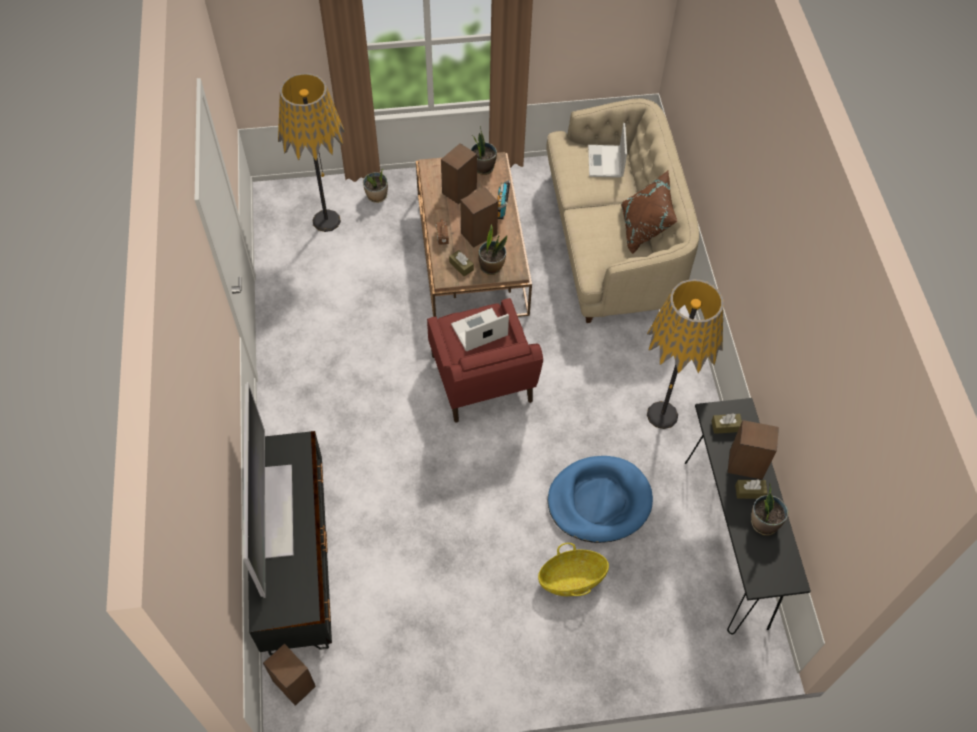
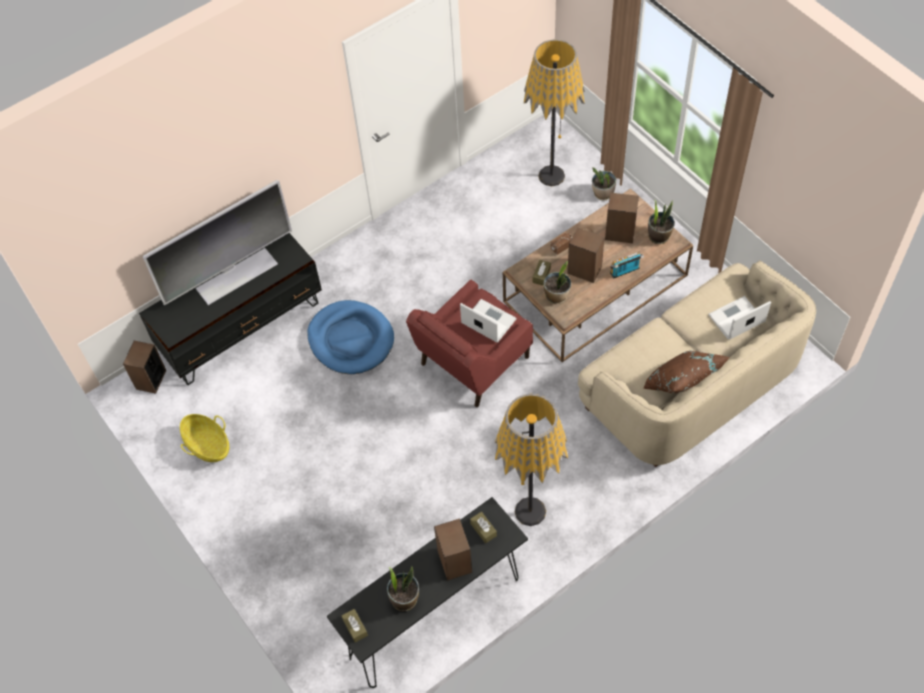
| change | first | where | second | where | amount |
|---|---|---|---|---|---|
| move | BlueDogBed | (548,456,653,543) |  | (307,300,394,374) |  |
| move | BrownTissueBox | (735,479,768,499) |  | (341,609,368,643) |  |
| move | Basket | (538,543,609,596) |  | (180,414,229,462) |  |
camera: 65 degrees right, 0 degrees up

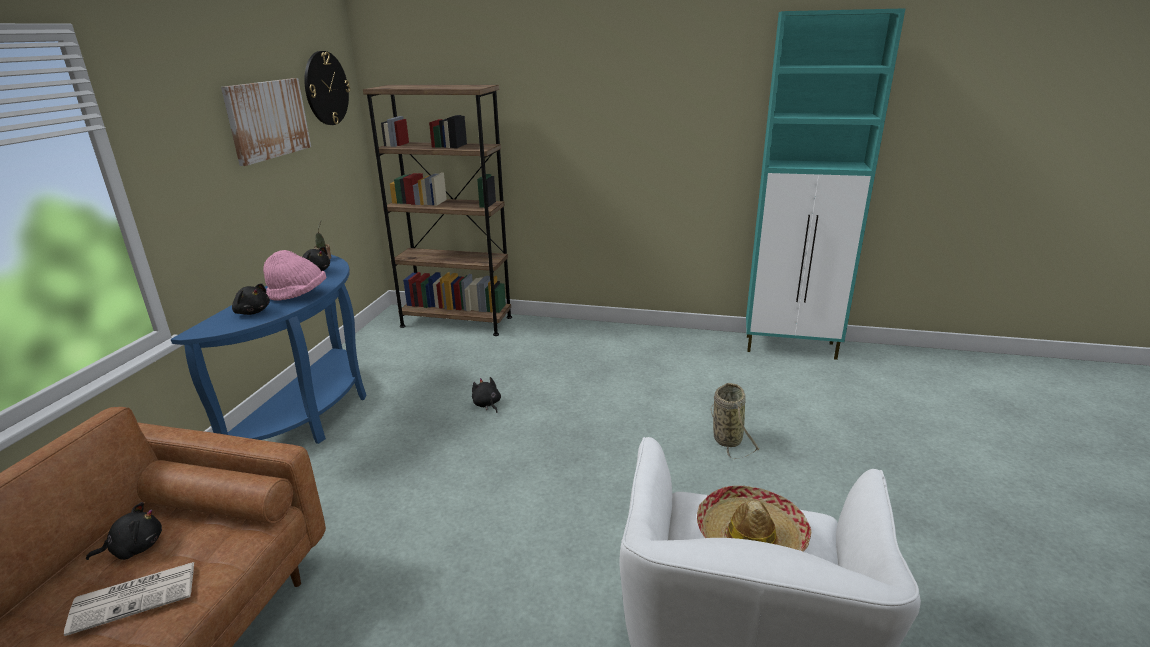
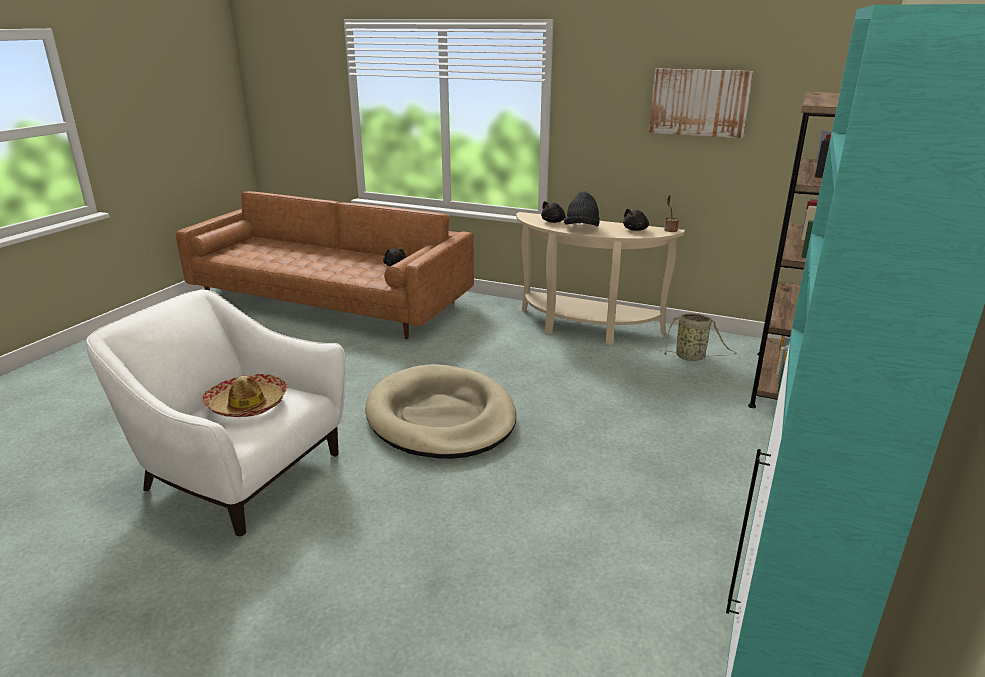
| change | first | where | second | where | amount |
|---|---|---|---|---|---|
| delete | WallClock | (304,51,350,125) |  |  |  |
| recolor | PinkHat | (263,250,326,301) | BlackHat | (564,191,599,226) |  |
| recolor | BlueConsoleTable | (171,255,366,444) | BeigeConsoleTable | (516,212,685,345) |  |
| delete | BlackPlushToy | (472,377,501,413) |  |  |  |
| move | Basket | (710,383,760,459) |  | (662,313,737,361) |  |
| delete | Newspaper | (64,562,194,636) |  |  |  |
| insert |  |  | BeigeDogBed | (365,364,516,459) |  |
camera: 100 degrees right, 0 degrees up

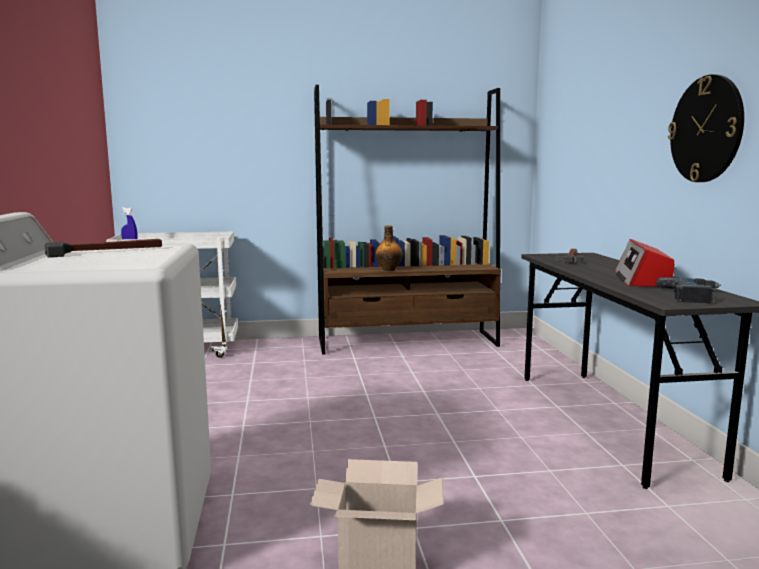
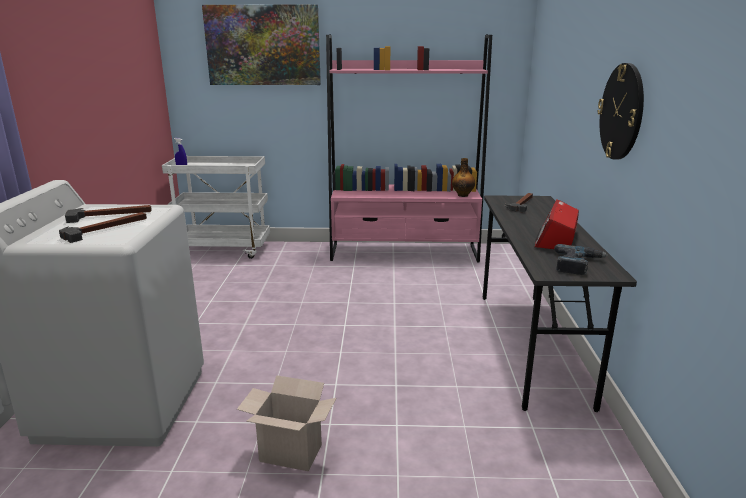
| change | first | where | second | where | amount |
|---|---|---|---|---|---|
| recolor | BrownBookcase | (314,85,501,355) | PinkBookcase | (326,34,492,263) |  |
| move | Bottle | (375,225,403,271) |  | (452,158,475,197) |  |
| insert |  |  | Picture | (202,5,321,85) |  |
| insert |  |  | Hammer | (59,212,147,243) |  |
camera: 10 degrees right, 10 degrees up

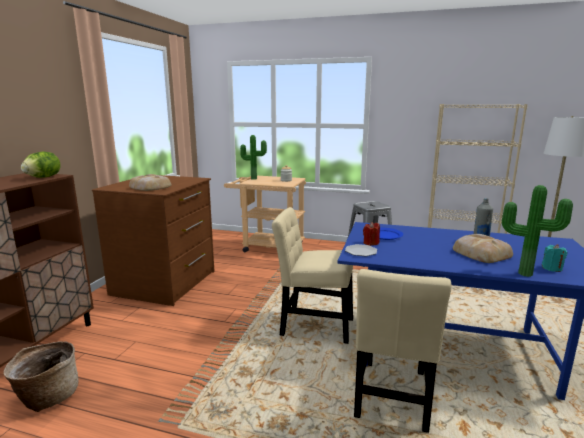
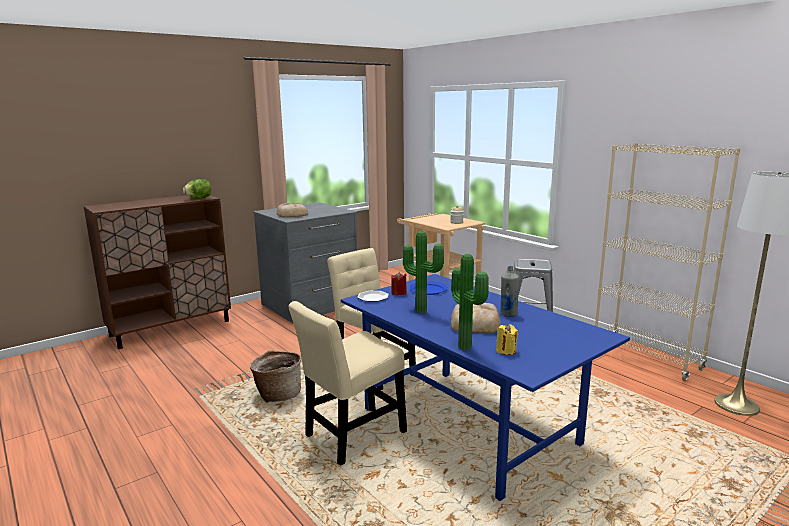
| change | first | where | second | where | amount |
|---|---|---|---|---|---|
| move | PottedPlant | (240,135,267,180) |  | (403,231,444,313) |  |
| recolor | BrownDresser | (92,175,215,306) | GreyDresser | (253,202,357,323) |  |
| recolor | TurquoiseCandle | (541,244,567,272) | YellowCandle | (496,324,518,355) |  |
| move | Basket | (3,341,78,412) |  | (250,350,301,403) |  |
camera: 35 degrees right, 0 degrees up

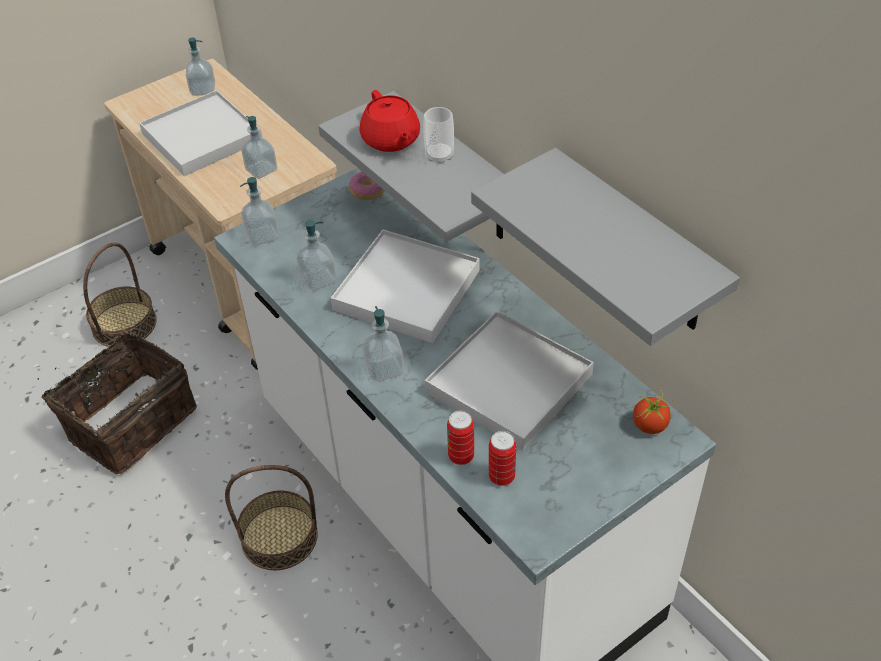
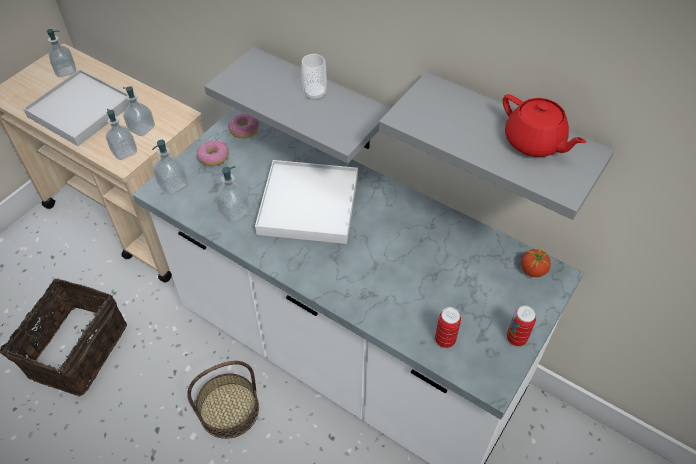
| change | first | where | second | where | amount |
|---|---|---|---|---|---|
| move | RedTeapot | (360,90,420,152) |  | (503,94,586,157) |  |
| delete | Basket | (83,243,157,347) |  |  |  |
| move | SoapDispenser | (363,306,404,381) |  | (106,109,137,160) |  |
| delete | WhiteTray | (425,311,594,450) |  |  |  |
| move | Can | (447,410,474,465) |  | (507,305,536,347) |  |
| insert |  |  | Donut | (197,140,229,166) |  |
camera: 20 degrees left, 5 degrees up

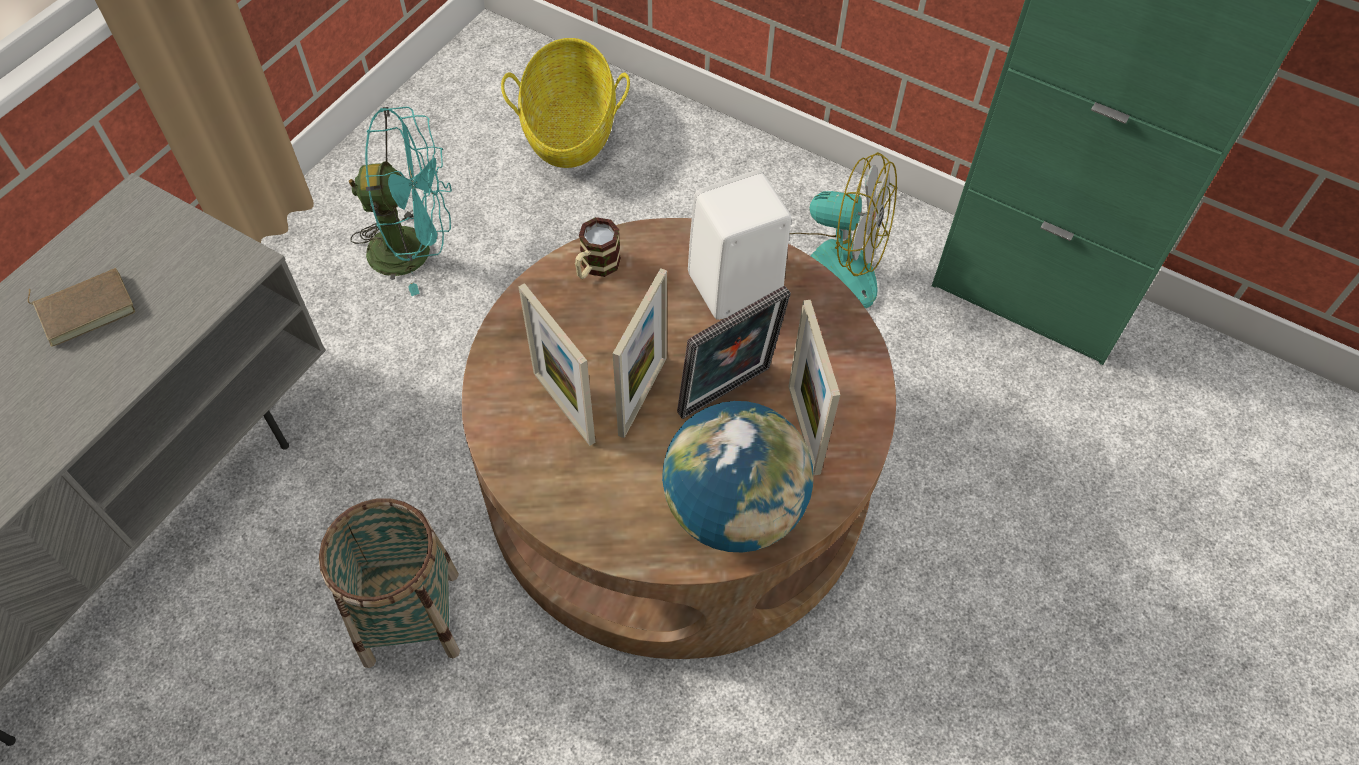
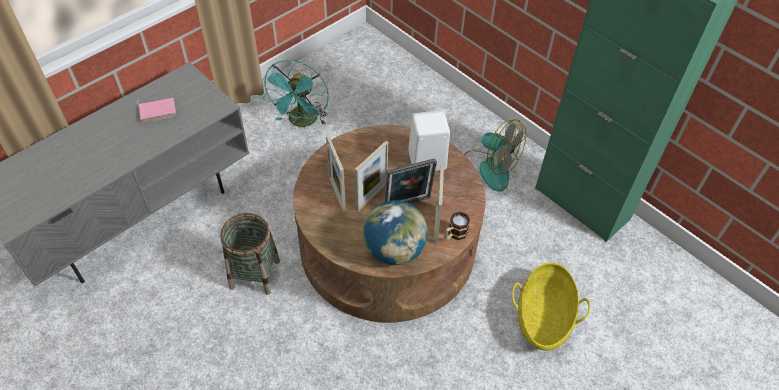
| change | first | where | second | where | amount |
|---|---|---|---|---|---|
| move | Basket | (501,38,630,168) |  | (512,262,590,351) |  |
| rotate | TurquoiseFan | (349,107,452,296) |  | (262,60,329,127) | 90 degrees clockwise |
| move | Mug | (575,217,621,279) |  | (445,212,470,240) |  |
| recolor | BrownBook | (28,268,135,347) | PinkBook | (137,98,176,123) |  |
camera: 15 degrees right, 5 degrees down

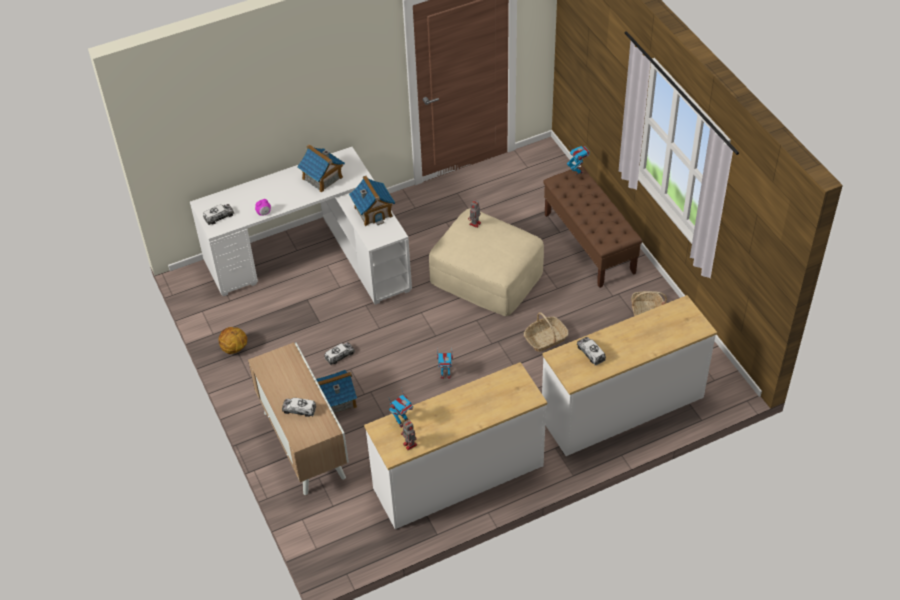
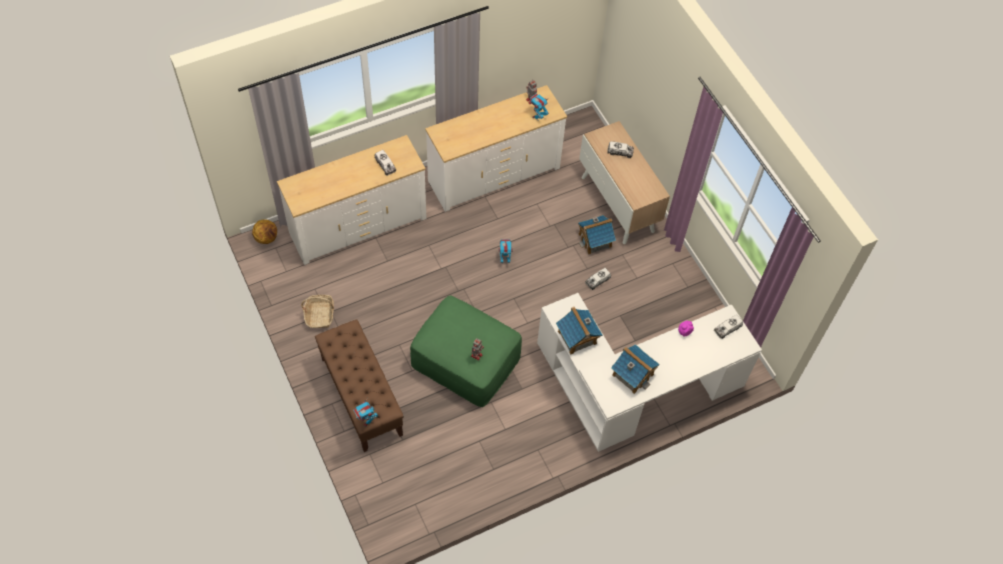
| change | first | where | second | where | amount |
|---|---|---|---|---|---|
| recolor | BeigeOttoman | (429,208,544,316) | GreenOttoman | (410,295,522,407) |  |
| delete | Basket | (524,312,569,352) |  |  |  |
| move | Basketball | (219,327,247,354) |  | (252,219,277,244) |  |
camera: 175 degrees right, 10 degrees up

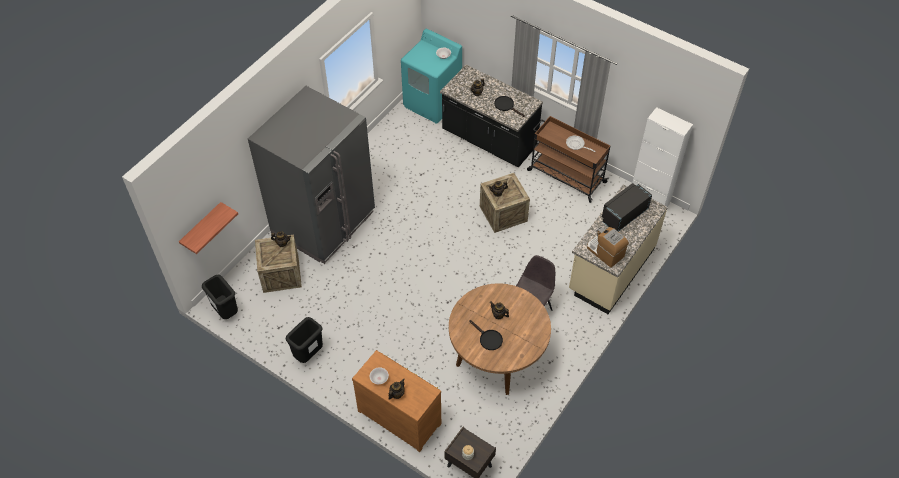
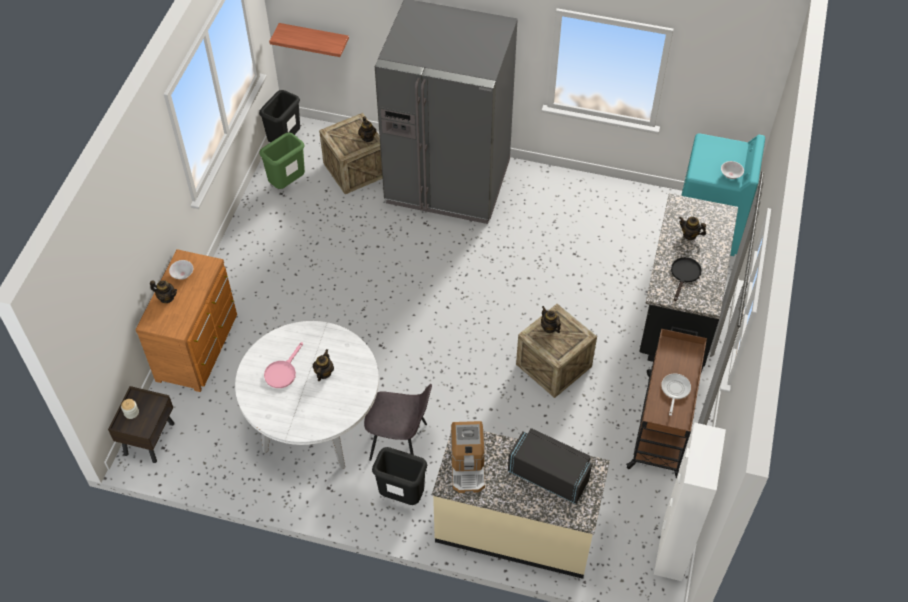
| change | first | where | second | where | amount |
|---|---|---|---|---|---|
| rotate | CoffeeMachine | (587,227,629,268) |  | (451,421,485,493) | 150 degrees clockwise |
| recolor | BrownDiningTable | (449,283,551,395) | WhiteDiningTable | (235,321,379,469) |  |
| move | BlackTrashCan | (286,317,323,363) |  | (372,447,427,505) |  |
| recolor | BlackFryingPan | (470,320,503,350) | PinkFryingPan | (264,342,303,388) |  |
| insert |  |  | GreenTrashCan | (259,132,305,189) |  |
camera: 70 degrees right, 0 degrees up

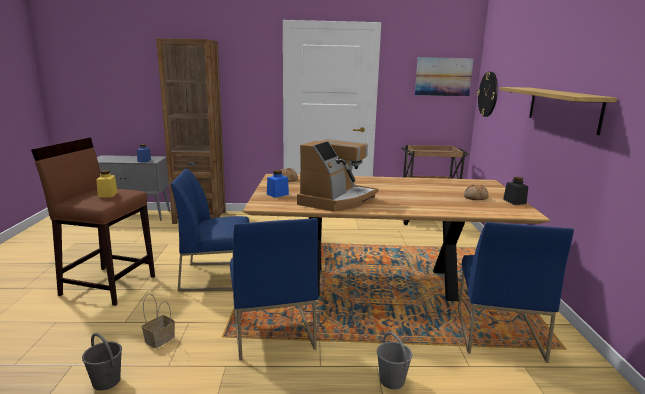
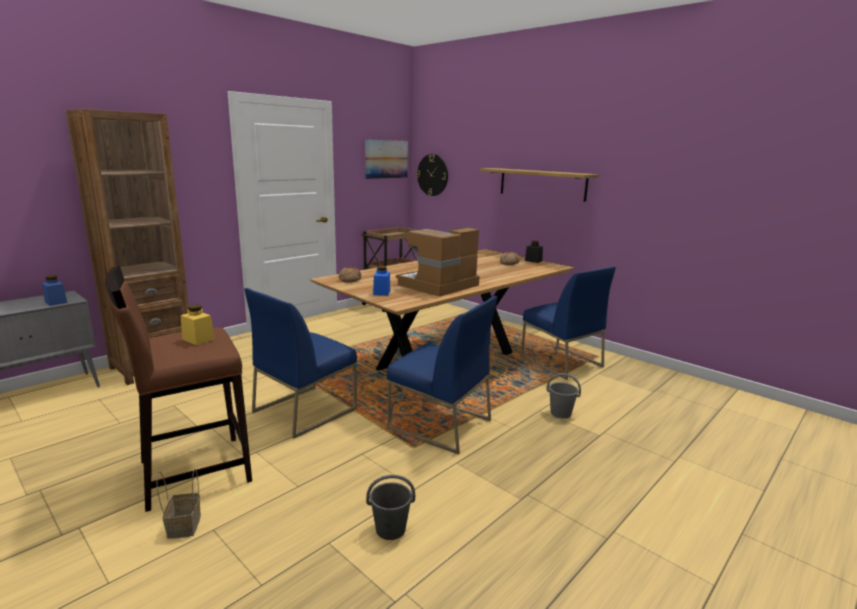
| change | first | where | second | where | amount |
|---|---|---|---|---|---|
| rotate | CoffeeMachine | (297,139,378,212) |  | (396,227,480,297) | 120 degrees counterclockwise |
| move | Basket | (142,294,175,348) |  | (156,469,201,539) |  |
camera: 45 degrees left, 0 degrees up

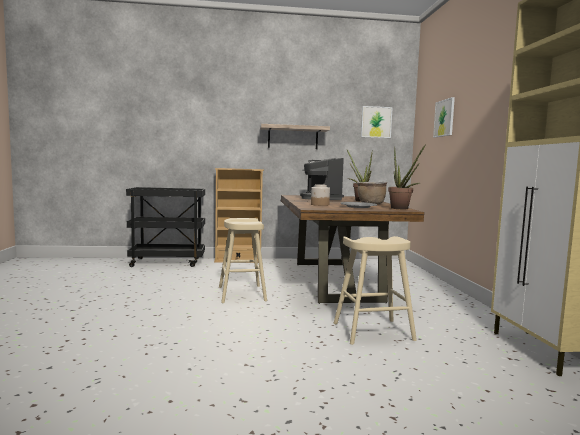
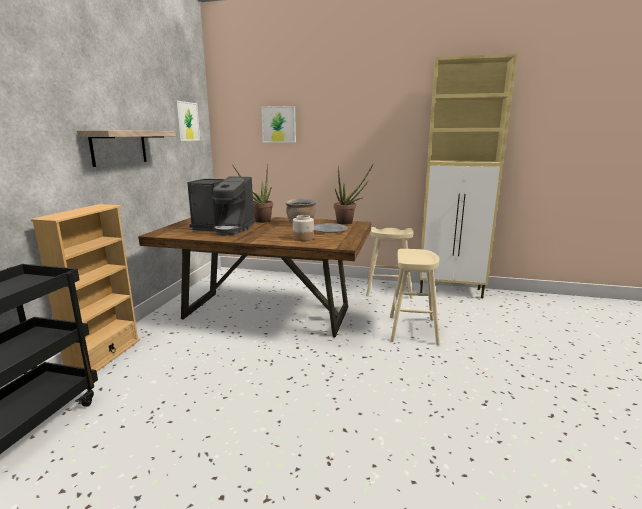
| change | first | where | second | where | amount |
|---|---|---|---|---|---|
| move | BeigeStool | (219,218,267,303) |  | (366,227,413,299) |  |
camera: 70 degrees left, 10 degrees up

